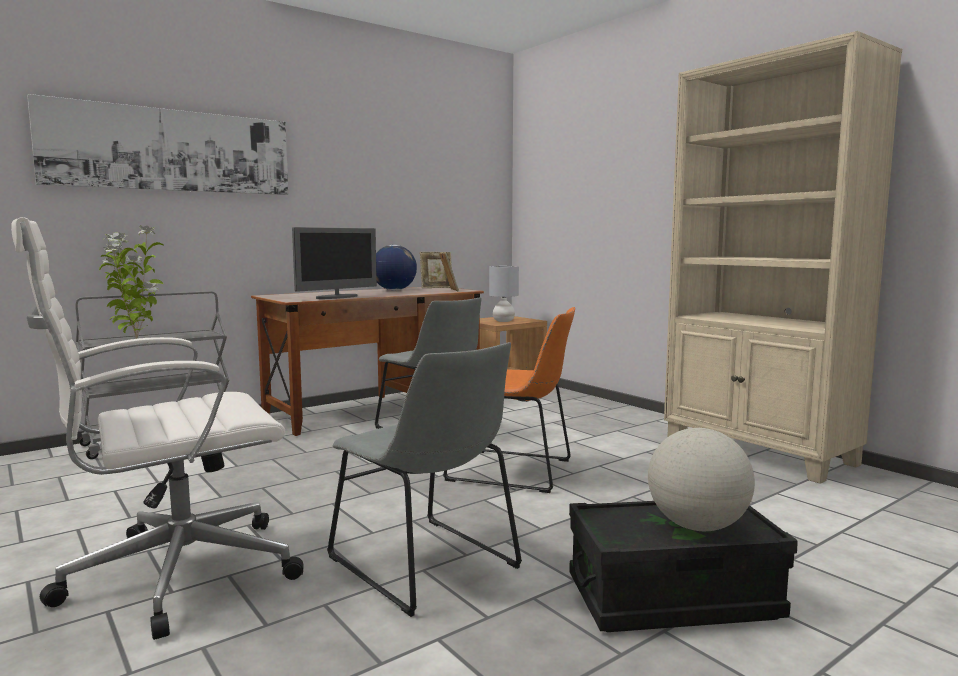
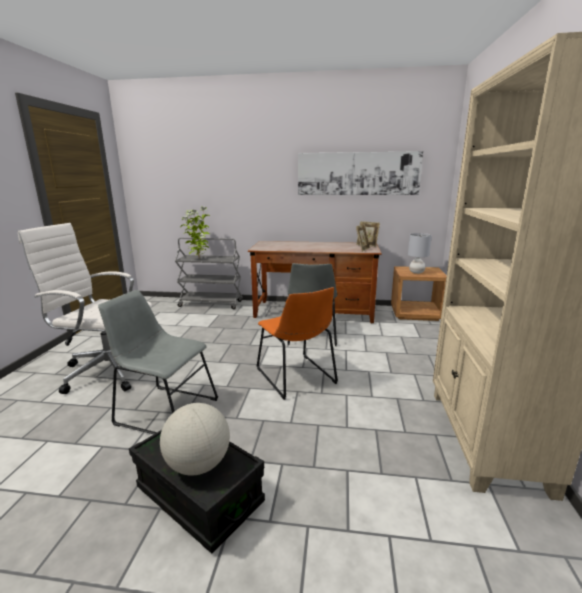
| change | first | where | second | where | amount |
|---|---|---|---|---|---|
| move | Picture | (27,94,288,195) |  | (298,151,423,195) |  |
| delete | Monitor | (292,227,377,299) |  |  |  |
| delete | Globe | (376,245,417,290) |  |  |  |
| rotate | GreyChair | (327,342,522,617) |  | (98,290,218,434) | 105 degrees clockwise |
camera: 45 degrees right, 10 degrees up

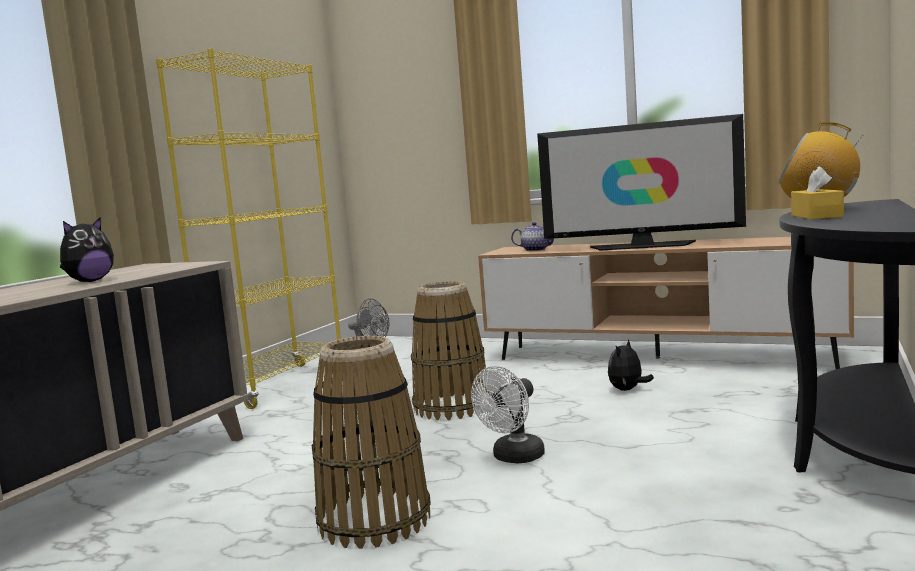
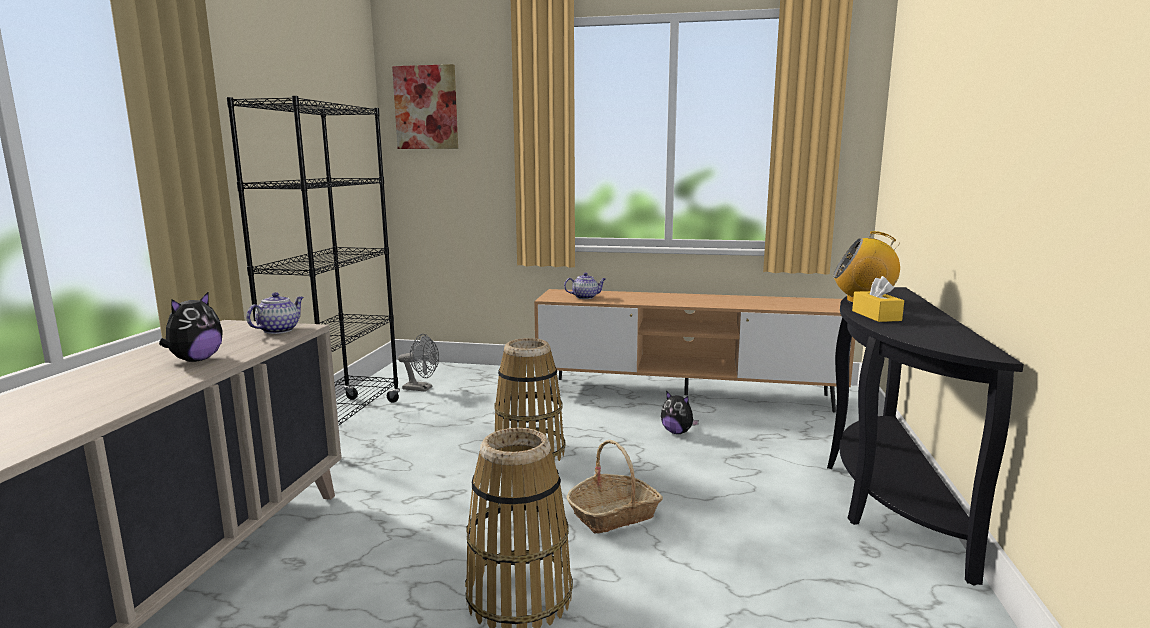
| change | first | where | second | where | amount |
|---|---|---|---|---|---|
| recolor | YellowBookcase | (156,48,341,409) | BlackBookcase | (227,96,400,426) |  |
| delete | Television | (537,114,746,251) |  |  |  |
| rotate | PlushToy | (608,339,654,391) |  | (661,391,699,434) | 75 degrees counterclockwise |
| replace | WhiteFan | (471,366,545,464) | Basket | (567,440,663,534) |  |
| insert |  |  | Picture | (392,64,458,149) |  |
| insert |  |  | Teapot | (246,292,304,334) |  |
camera: 15 degrees left, 5 degrees up

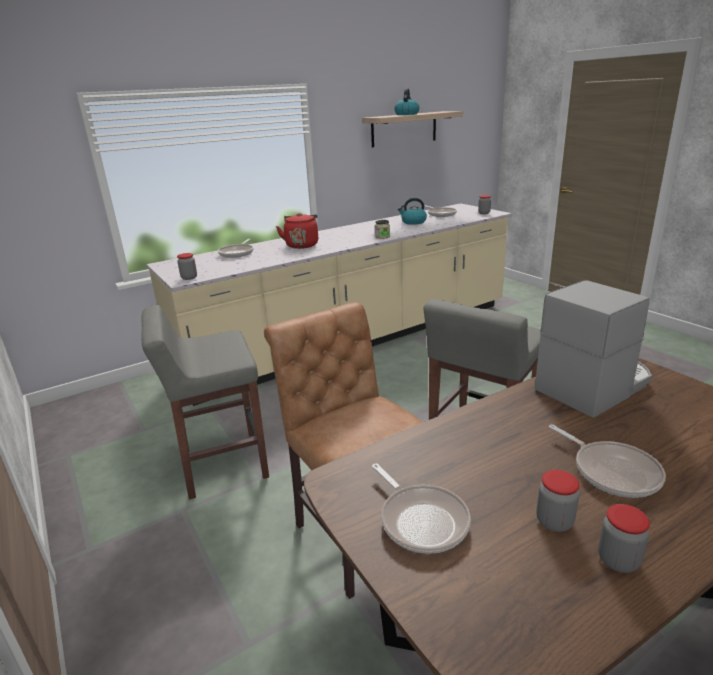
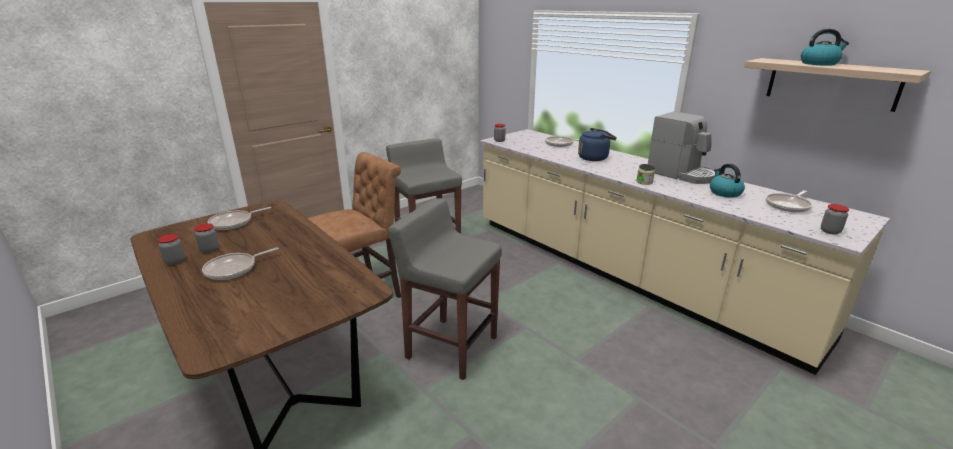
| change | first | where | second | where | amount |
|---|---|---|---|---|---|
| recolor | RedKettle | (276,213,318,249) | BlueKettle | (578,128,617,161) |  |
| move | CoffeeMachine | (535,280,652,418) |  | (648,111,716,184) |  |
camera: 80 degrees right, 0 degrees up

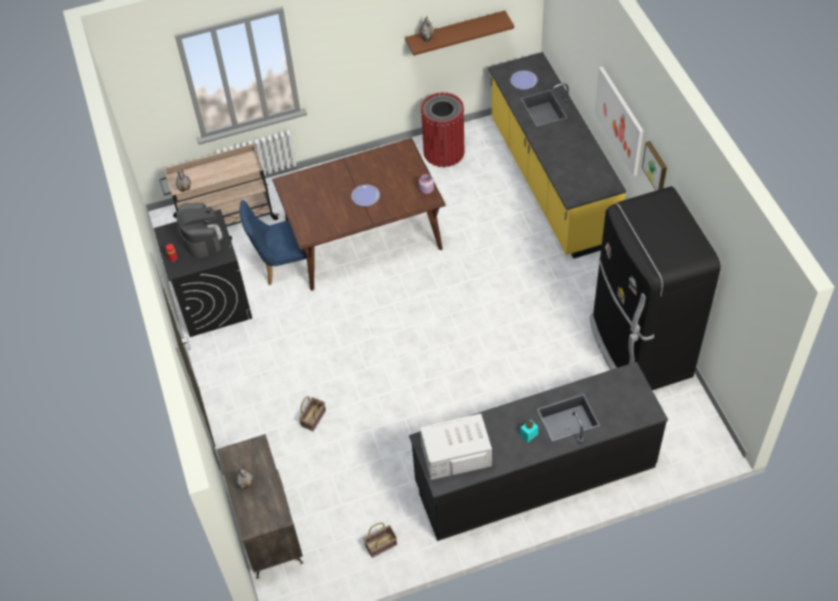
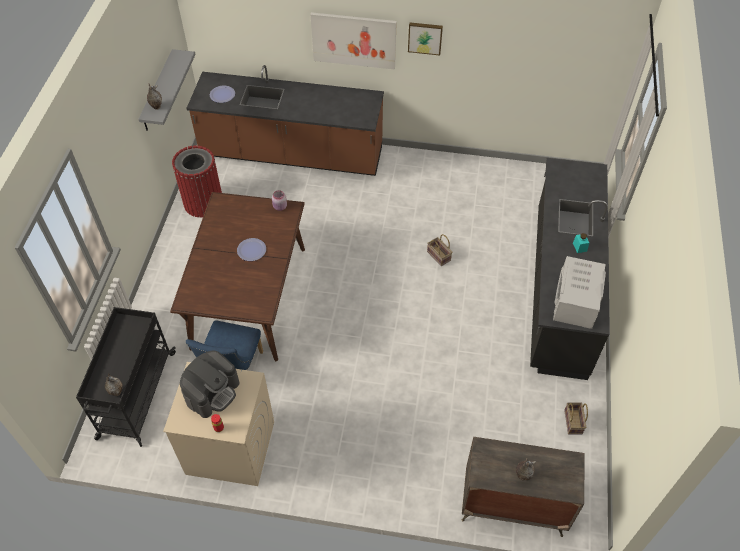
| change | first | where | second | where | amount |
|---|---|---|---|---|---|
| recolor | BrownShelf | (405,11,514,56) | GreyShelf | (138,49,196,131) |  |
| recolor | YellowCounter | (488,52,626,259) | BrownCounter | (187,65,384,176) |  |
| recolor | BeigeCart | (159,143,279,227) | BlackCart | (76,307,176,447) |  |
| delete | BlackFridge | (590,186,721,390) |  |  |  |
| rotate | CoffeeMachine | (176,203,223,258) |  | (180,351,240,418) | 120 degrees clockwise |
| recolor | BlackWashingMachine | (154,209,252,337) | BeigeWashingMachine | (163,362,274,486) |  |
| move | Basket | (299,396,326,431) |  | (427,234,452,266) |  |
camera: 65 degrees left, 0 degrees up

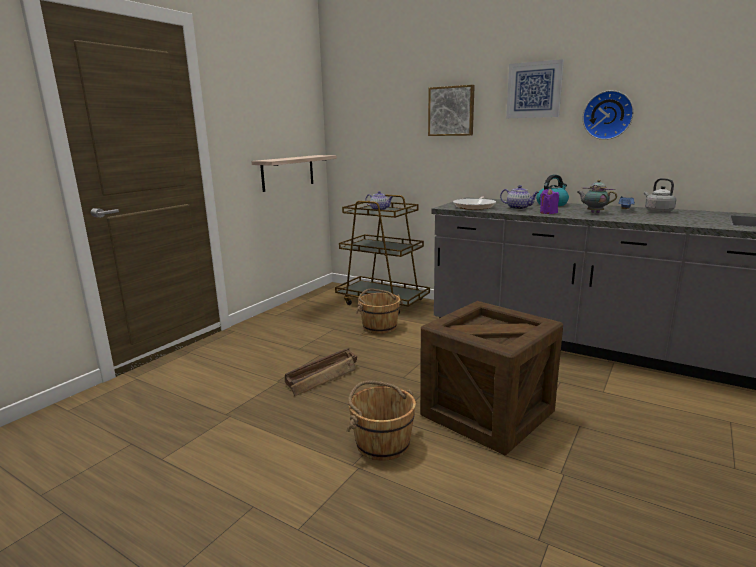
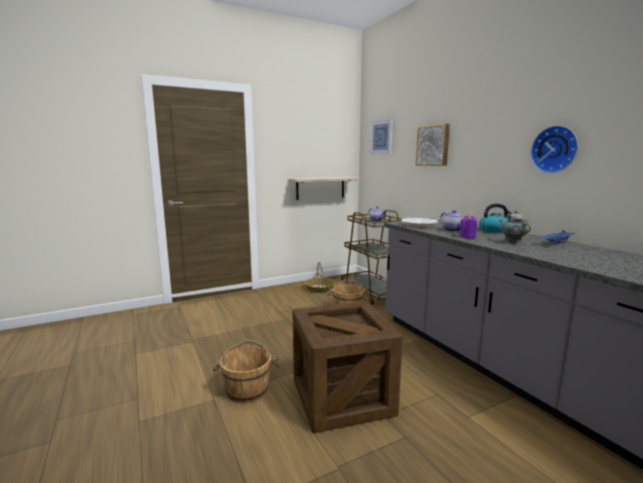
| change | first | where | second | where | amount |
|---|---|---|---|---|---|
| move | Picture | (506,59,564,118) |  | (370,118,393,154) |  |
| delete | GreyKettle | (644,178,676,213) |  |  |  |
| delete | Crate | (285,348,357,396) |  |  |  |
| insert |  |  | Basket | (304,262,336,292) |  |
camera: 30 degrees right, 5 degrees down

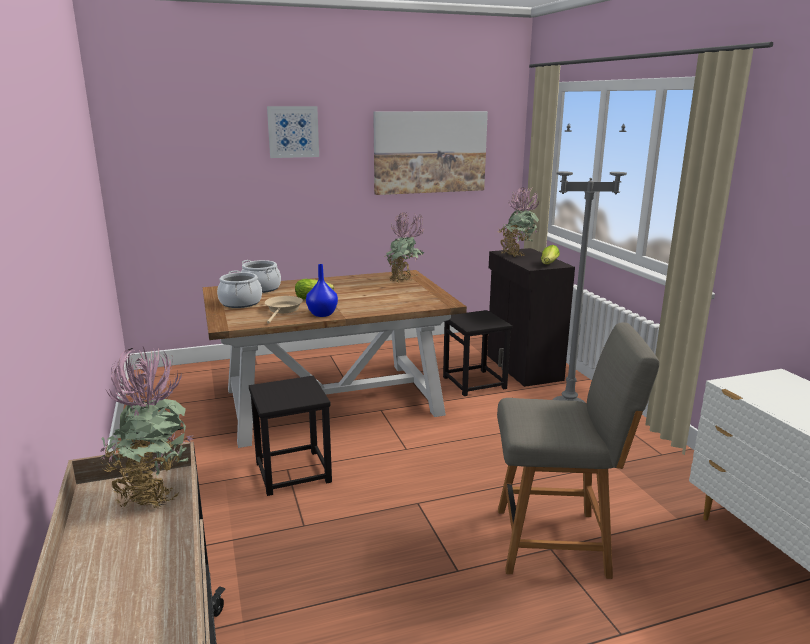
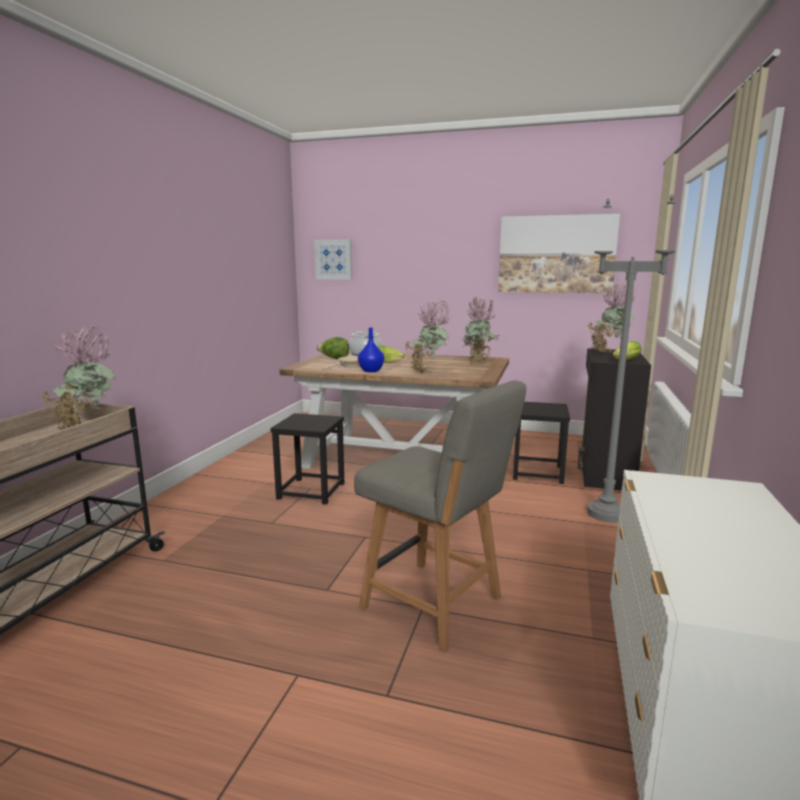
| change | first | where | second | where | amount |
|---|---|---|---|---|---|
| move | Picture | (267,106,319,158) |  | (314,239,352,279) |  |
| replace | CookingPot | (217,270,262,308) | Lettuce | (317,337,349,359) |  |
| insert |  |  | PottedPlant | (405,299,452,374) |  |
camera: 35 degrees right, 5 degrees down

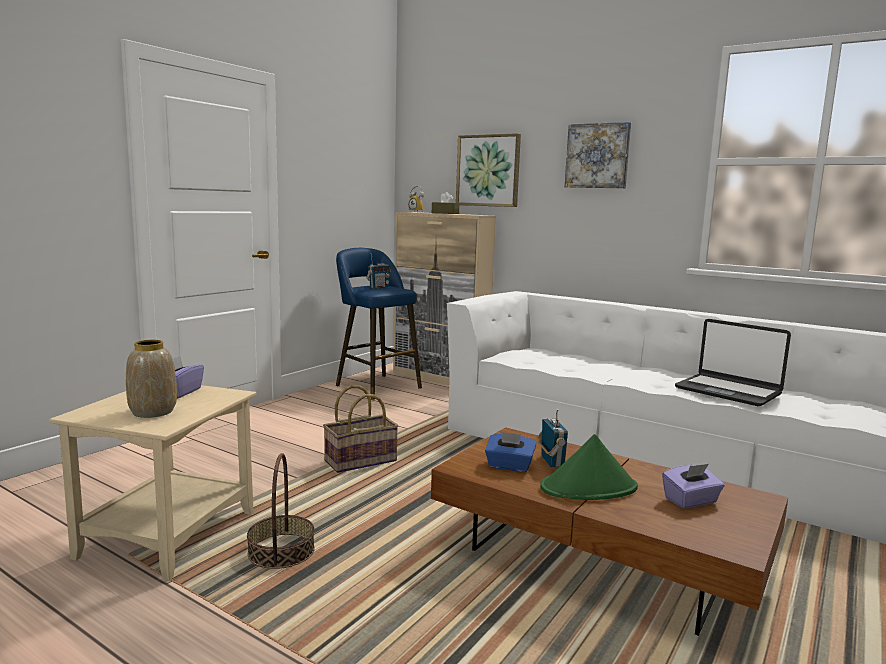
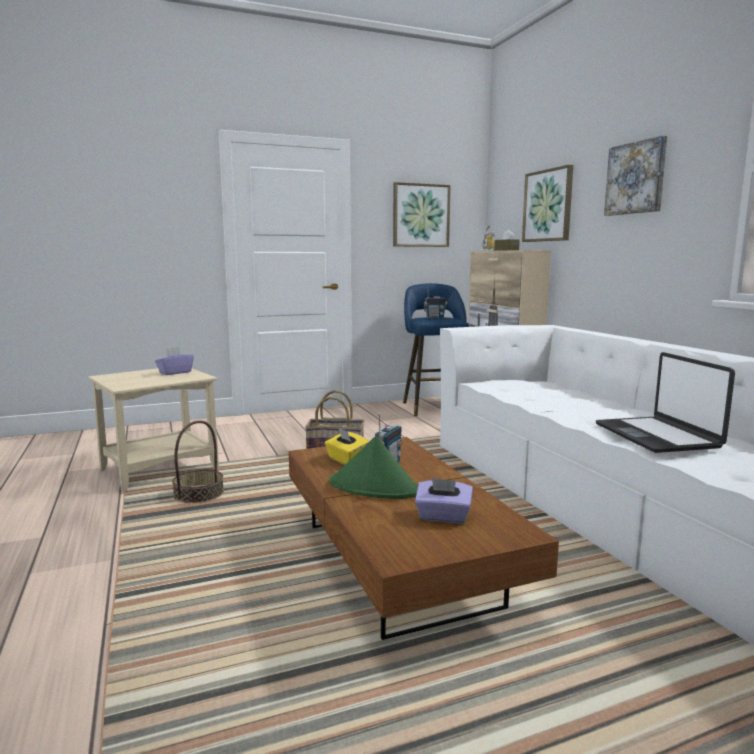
| change | first | where | second | where | amount |
|---|---|---|---|---|---|
| delete | Vase | (126,340,177,418) |  |  |  |
| recolor | BlueTissueBox | (485,431,537,472) | YellowTissueBox | (325,428,369,465) |  |
| insert |  |  | Picture | (393,182,451,247) |  |
camera: 35 degrees right, 0 degrees up

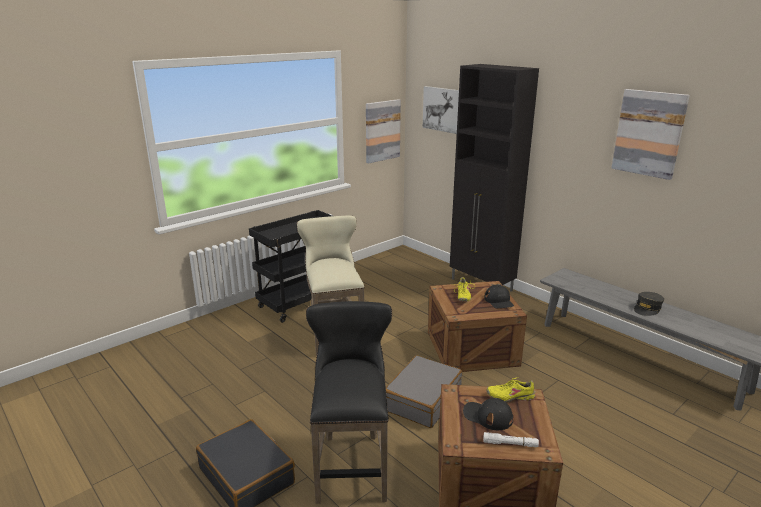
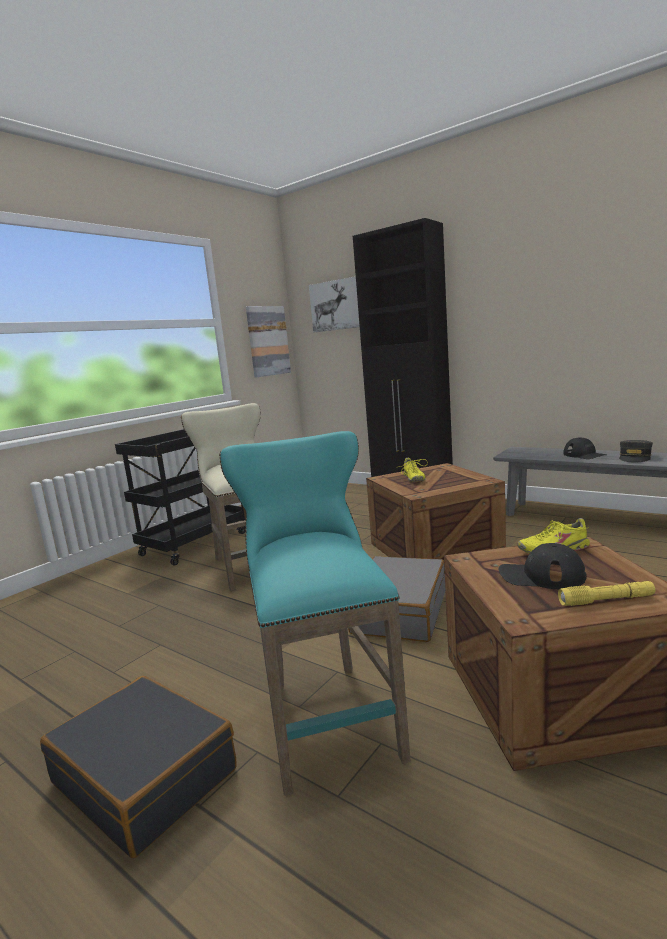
| change | first | where | second | where | amount |
|---|---|---|---|---|---|
| delete | Picture | (612,89,690,180) |  |  |  |
| move | BlackCap | (484,285,514,308) |  | (563,437,607,459) |  |
| recolor | BlackStool | (306,301,392,504) | TurquoiseStool | (219,431,411,796) |  |
| recolor | WhiteFlashlight | (483,432,539,447) | YellowFlashlight | (558,581,655,606) |  |
camera: 10 degrees left, 10 degrees down

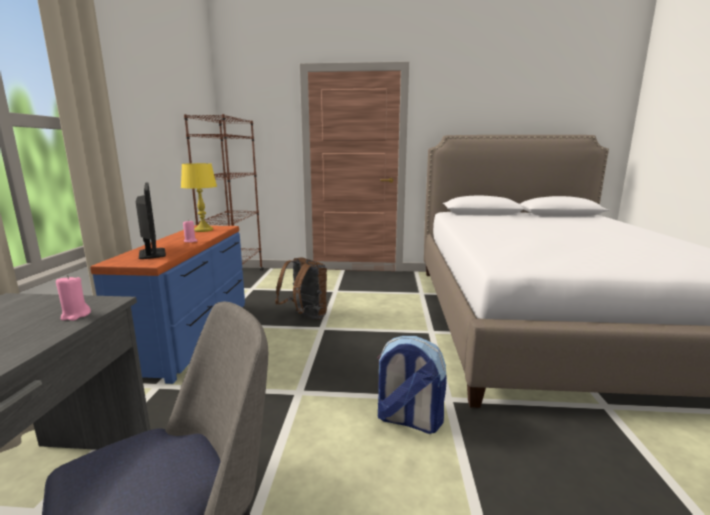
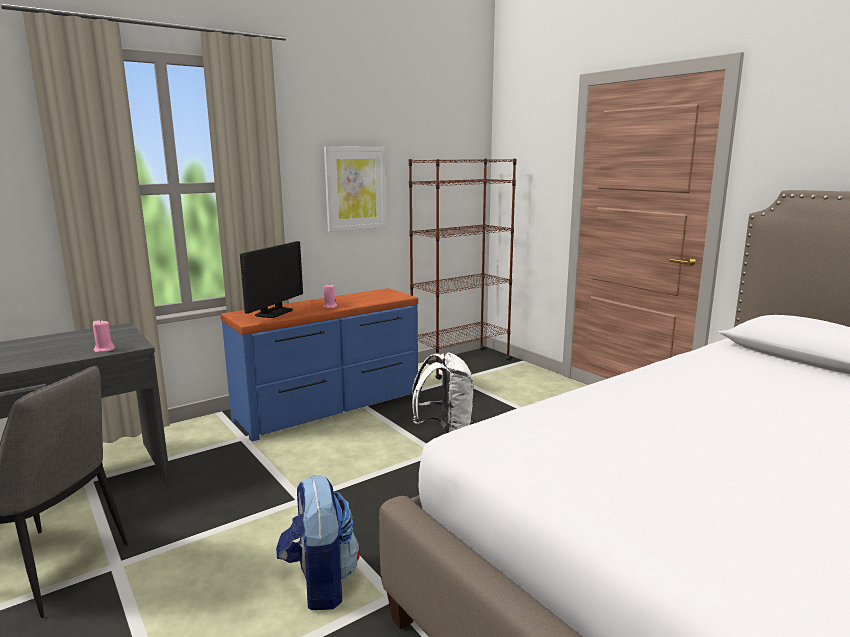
| change | first | where | second | where | amount |
|---|---|---|---|---|---|
| delete | YellowTableLamp | (181,163,217,232) |  |  |  |
| recolor | BrownBackpack | (275,257,327,319) | WhiteBackpack | (412,353,474,434) |  |
| insert |  |  | Picture | (324,147,386,232) |  |
camera: 50 degrees right, 0 degrees up

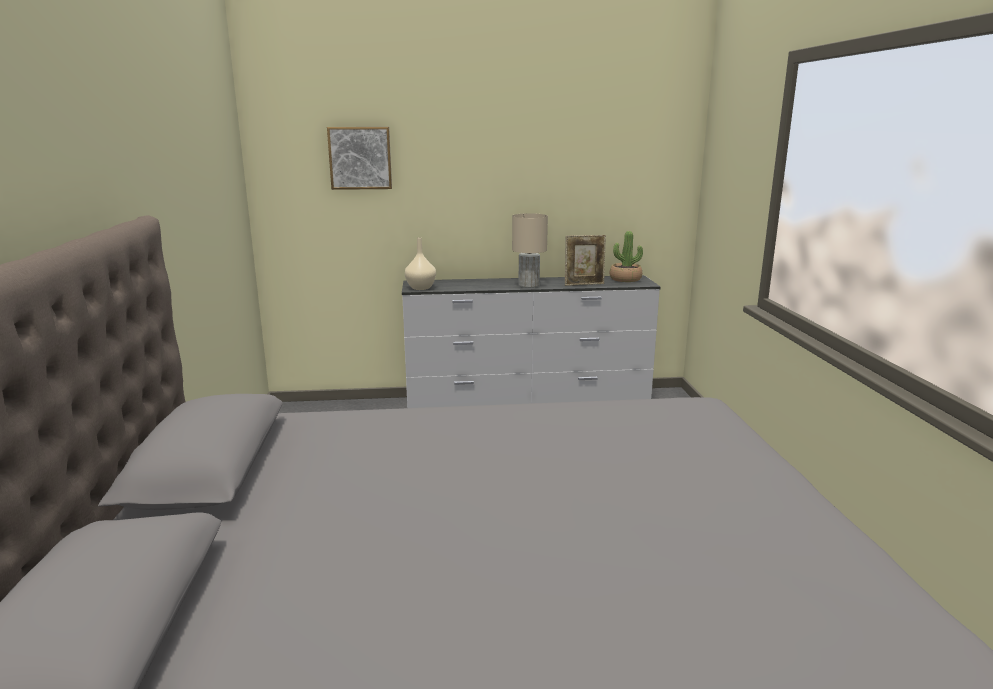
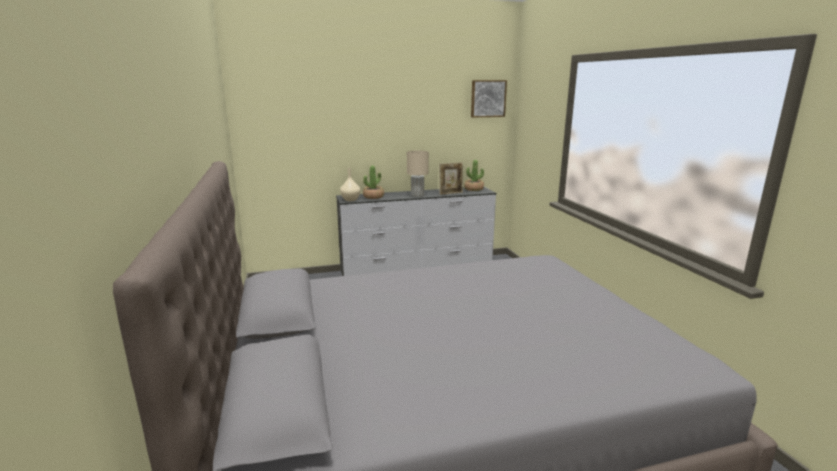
| change | first | where | second | where | amount |
|---|---|---|---|---|---|
| move | Picture | (327,127,392,190) |  | (471,80,507,118) |  |
| insert |  |  | PottedPlant | (363,165,384,199) |  |
camera: 10 degrees left, 0 degrees up

